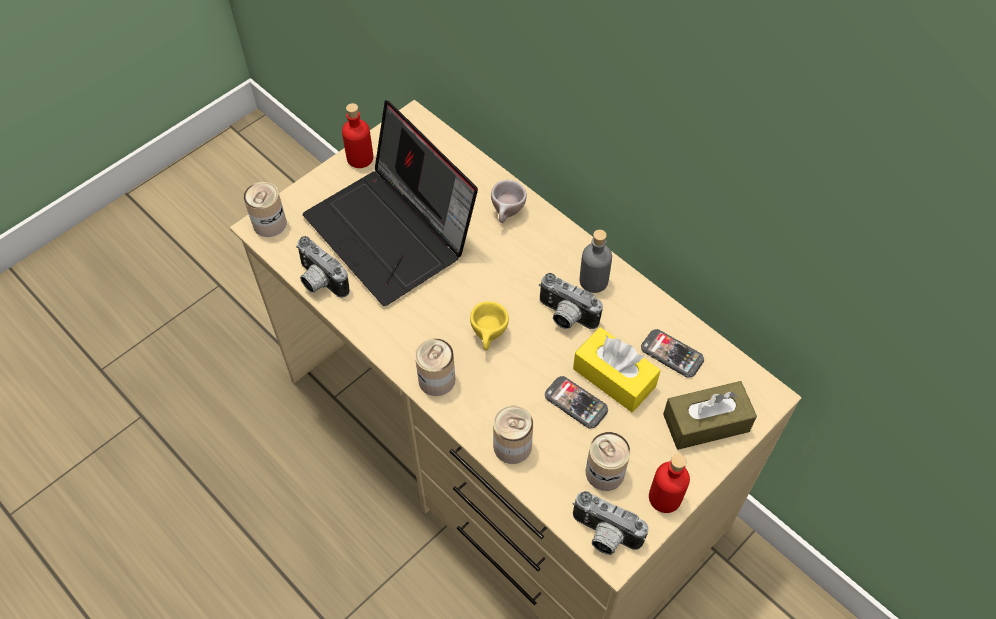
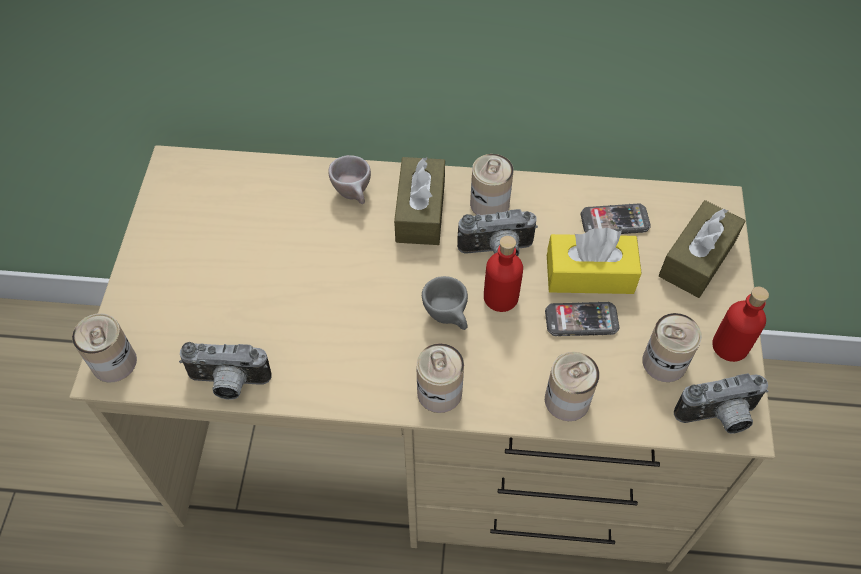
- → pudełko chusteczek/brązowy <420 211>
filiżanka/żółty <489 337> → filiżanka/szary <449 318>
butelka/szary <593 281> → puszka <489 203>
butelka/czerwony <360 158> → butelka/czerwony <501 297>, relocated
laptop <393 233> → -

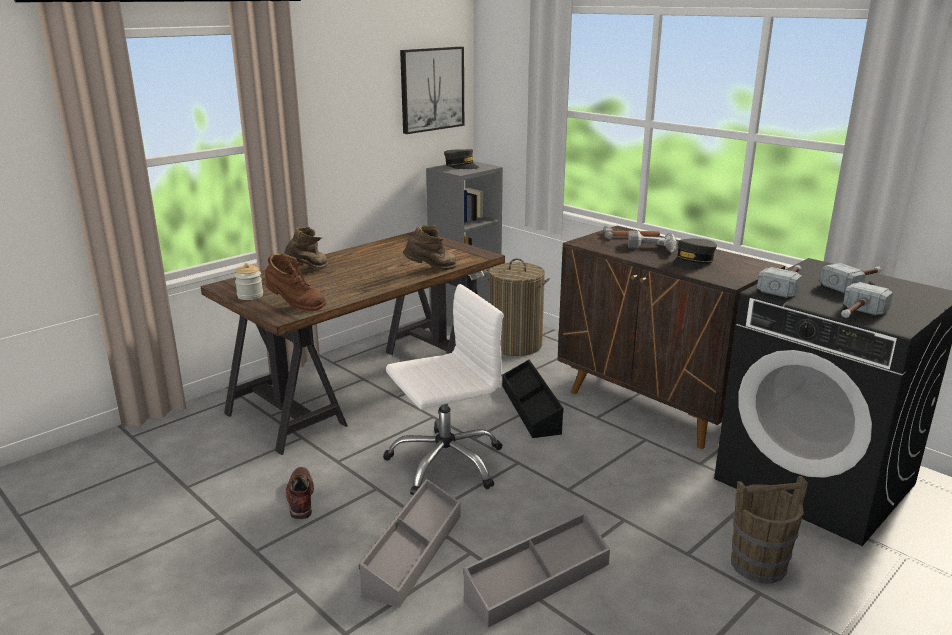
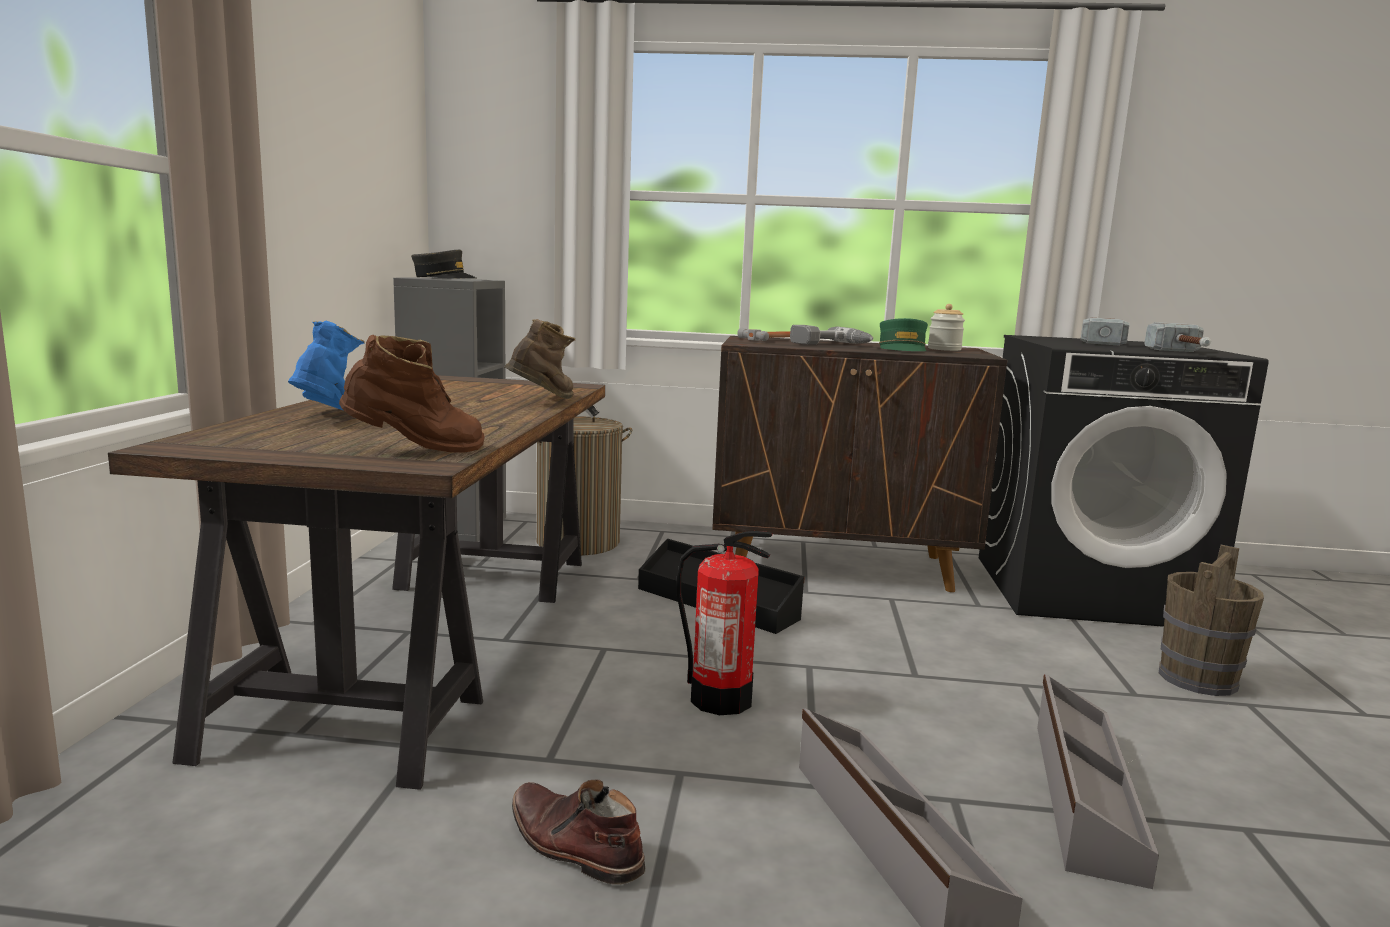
but z cholewką/brązowy <307 271> → but z cholewką/niebieski <327 417>
krzesło biurowe/biały <445 462> → gaśnica <720 699>
czapka z daszkiem/szary <693 262> → czapka z daszkiem/zielony <902 349>
słoik <250 296> → słoik <944 349>, relocated
obraz <431 89> → -
młotek <785 286> → -

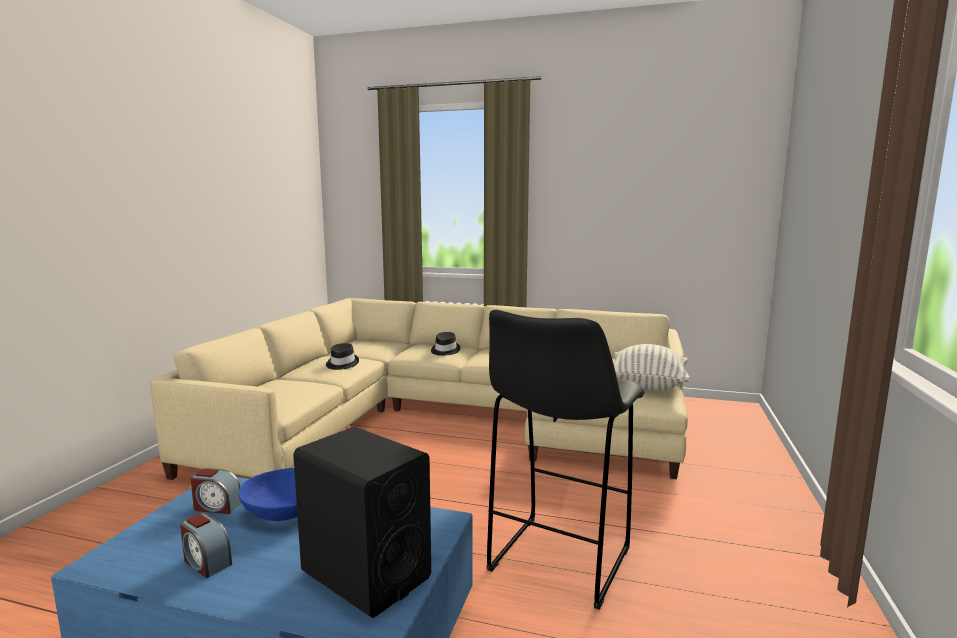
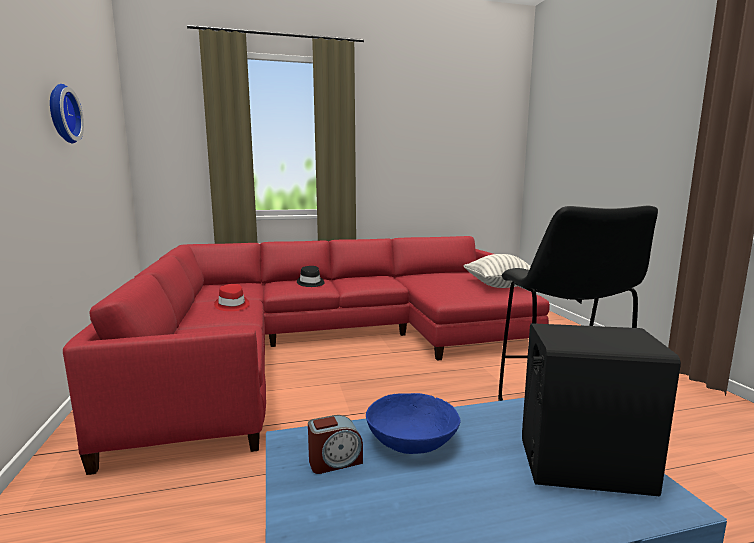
- → zegar ścienny <61 114>
kanapa/beżowy <448 418> → kanapa/czerwony <329 343>
kapelusz/czarny <341 364> → kapelusz/czerwony <232 305>
budzik <206 562> → -

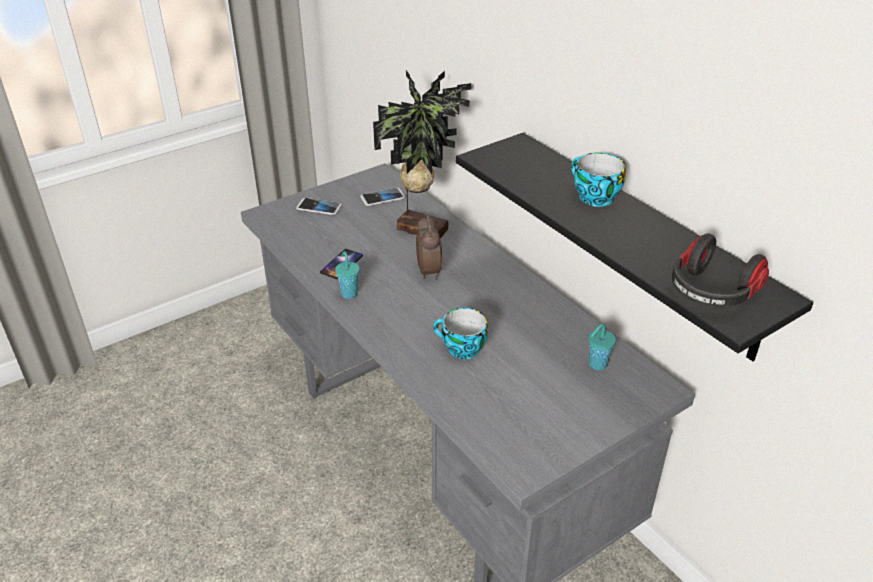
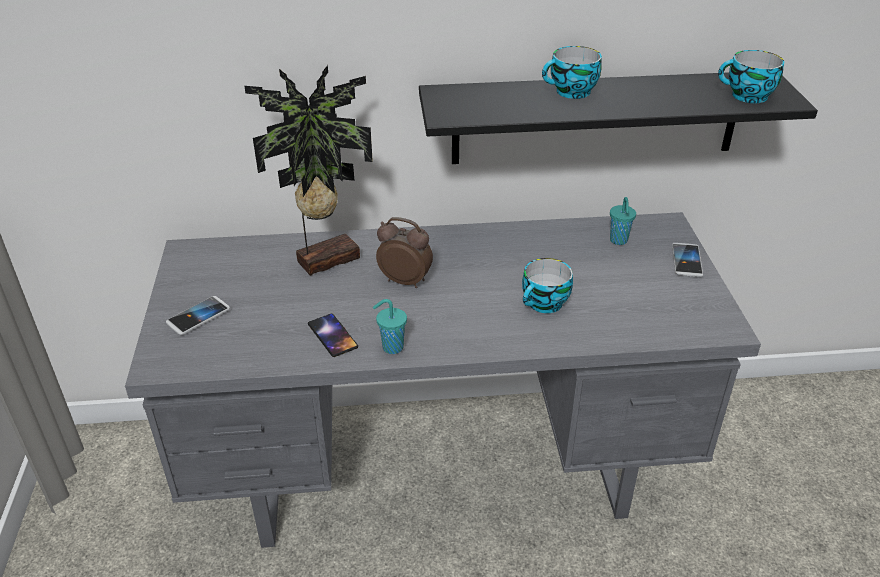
telefon <382 198> → telefon <686 261>, relocated
słuchawki <711 292> → filiżanka <747 96>

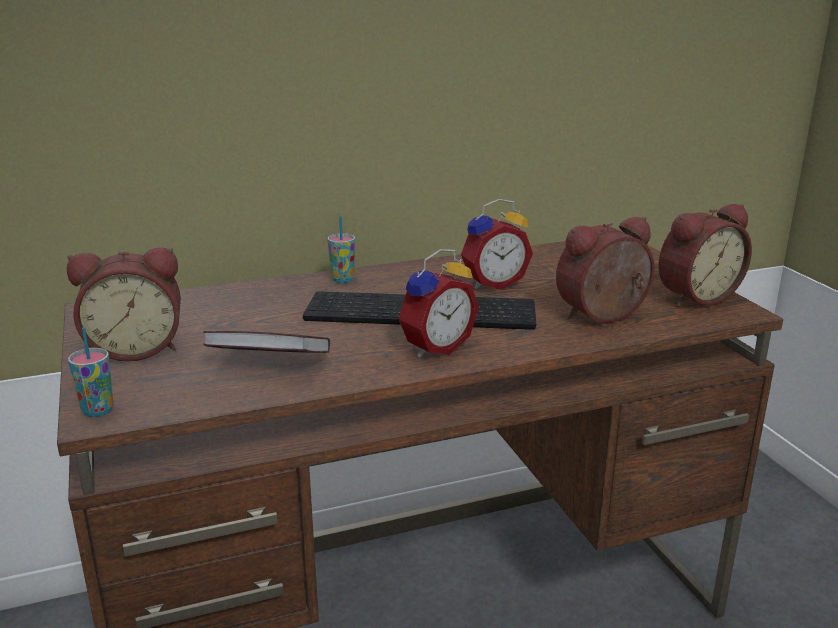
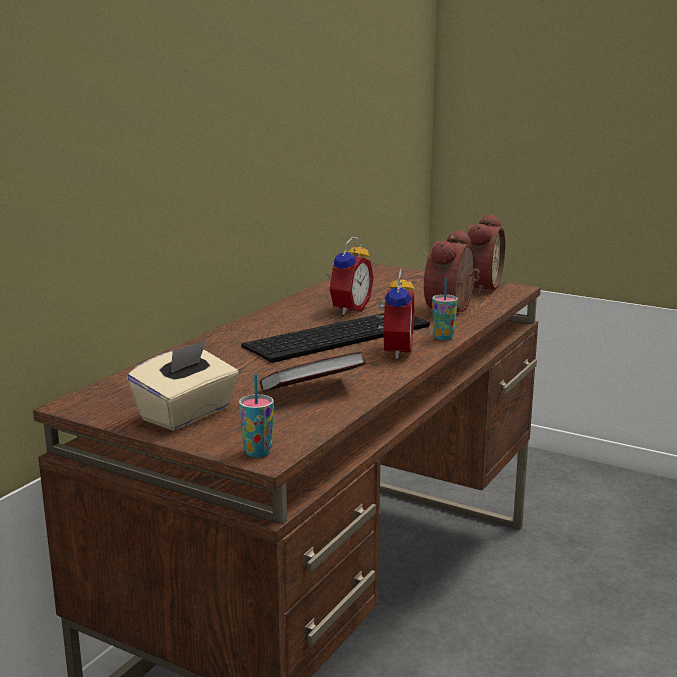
budzik <136 348> → pudełko chusteczek/beżowy <187 414>
filiżanka <342 279> → filiżanka <443 337>, relocated

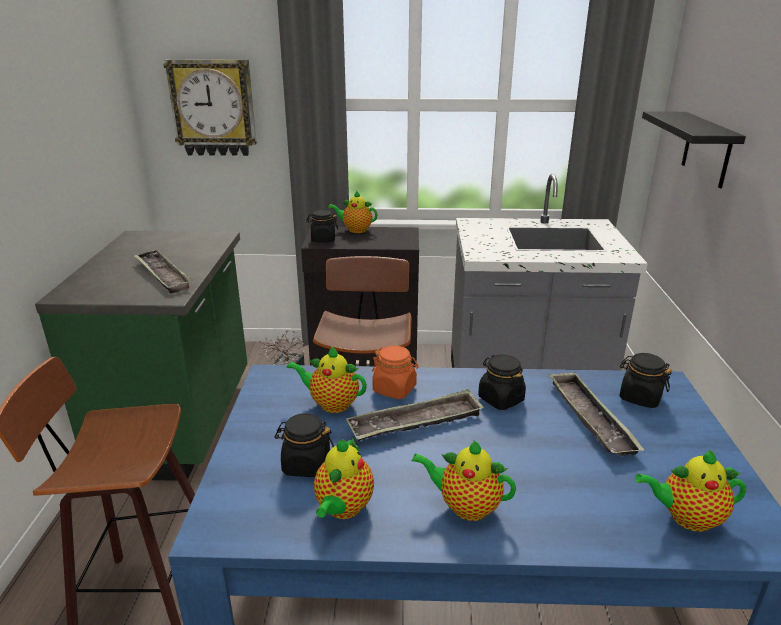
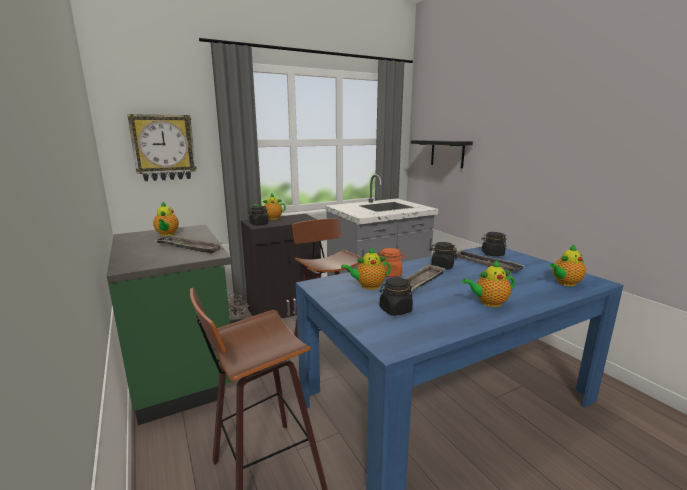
imbryk <343 509> → imbryk <167 234>, relocated

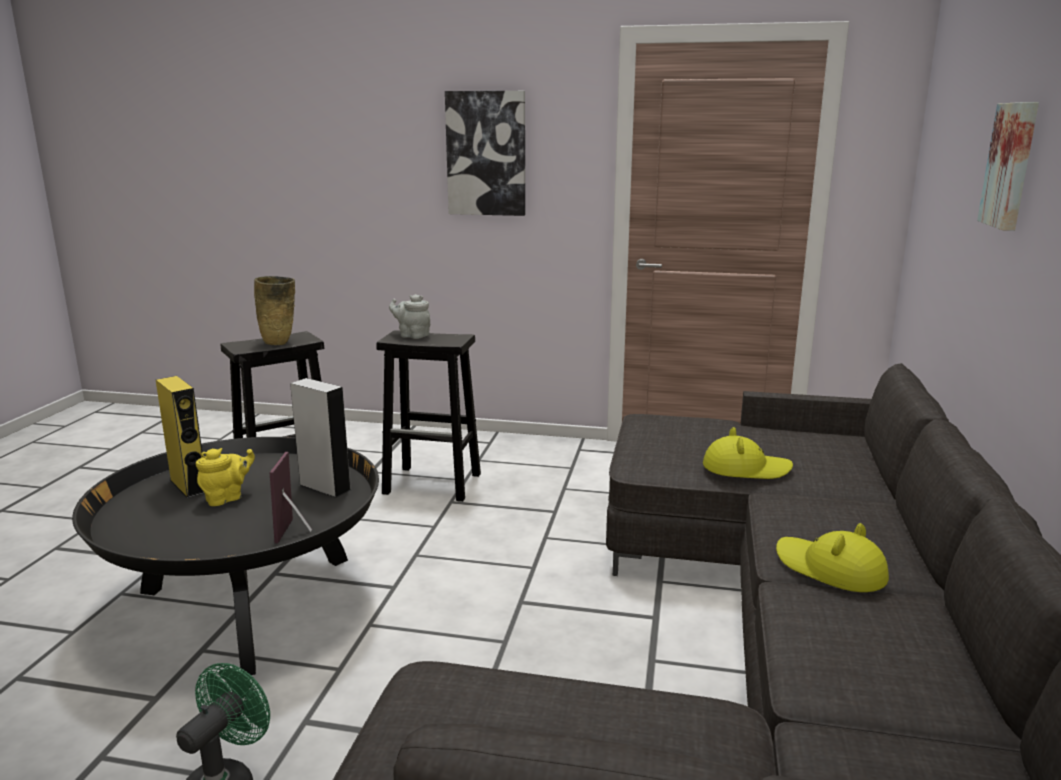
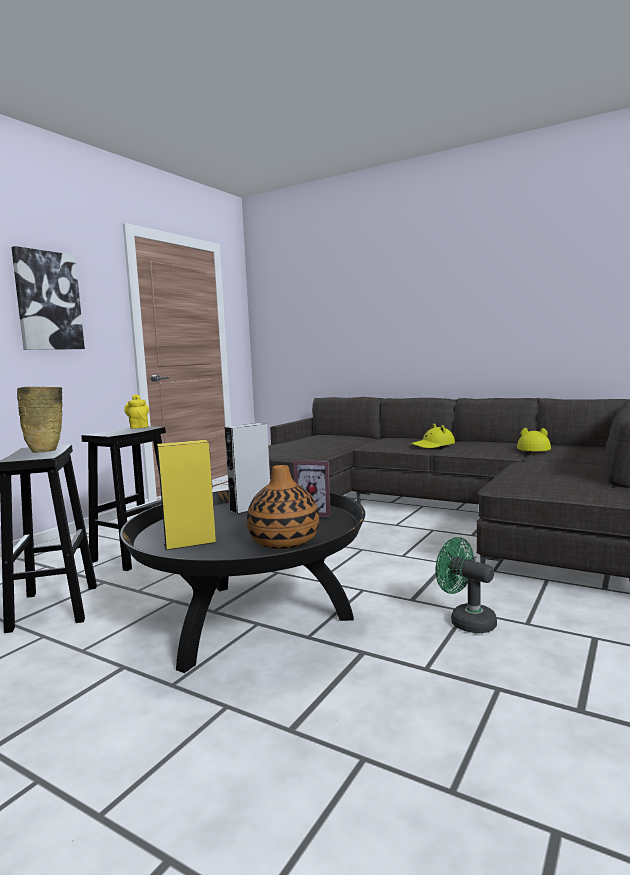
imbryk/żółty <227 498> → imbryk/żółty <138 427>, relocated
- → wazon <284 542>
kapelusz/żółty <745 468> → kapelusz/żółty <533 449>, relocated
imbryk/szary <412 335> → -
obraz <1012 165> → -

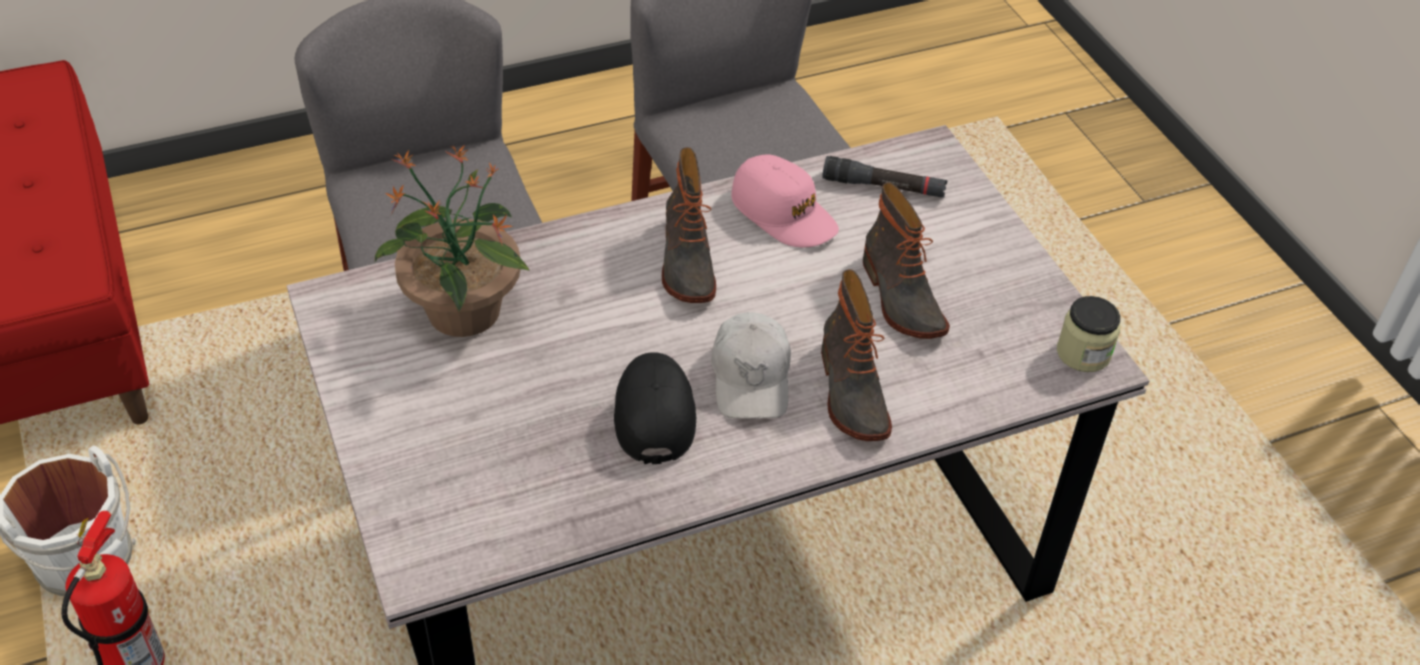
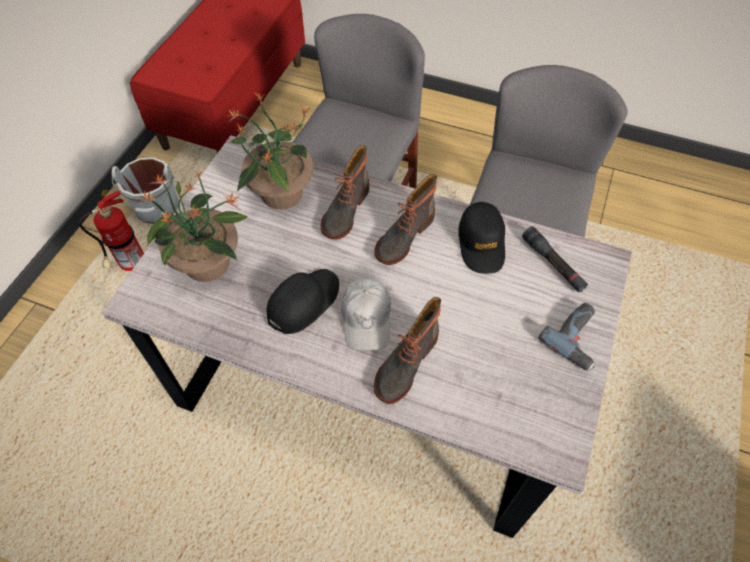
- → roślina doniczkowa <208 264>
but z cholewką <900 298> → but z cholewką <344 211>, relocated
czapka z daszkiem/biały <751 377> → czapka z daszkiem/biały <366 318>, 45 degrees counterclockwise
czapka z daszkiem/różowy <784 213> → czapka z daszkiem/czarny <481 243>
- → wiertarka <578 338>
słoik <1083 353> → -

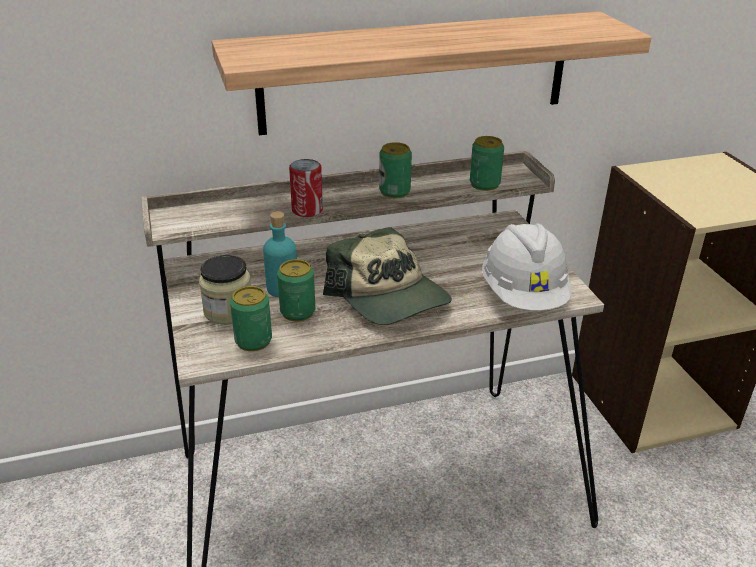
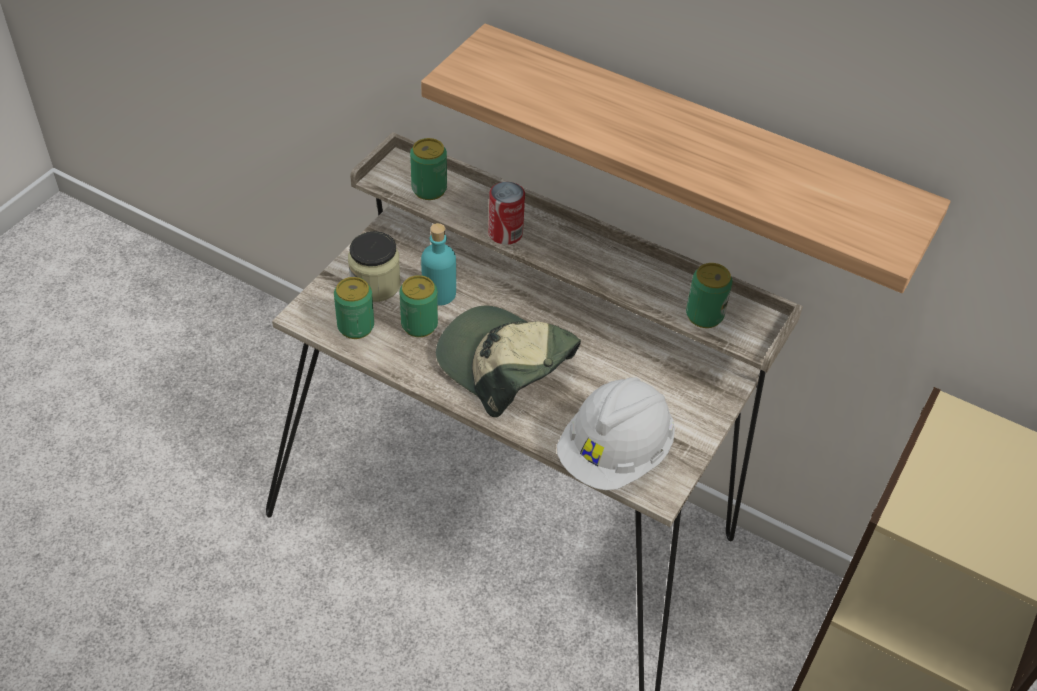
puszka <394 191> → puszka <429 189>, relocated
czapka z daszkiem <389 297> → czapka z daszkiem <505 365>, 120 degrees clockwise

